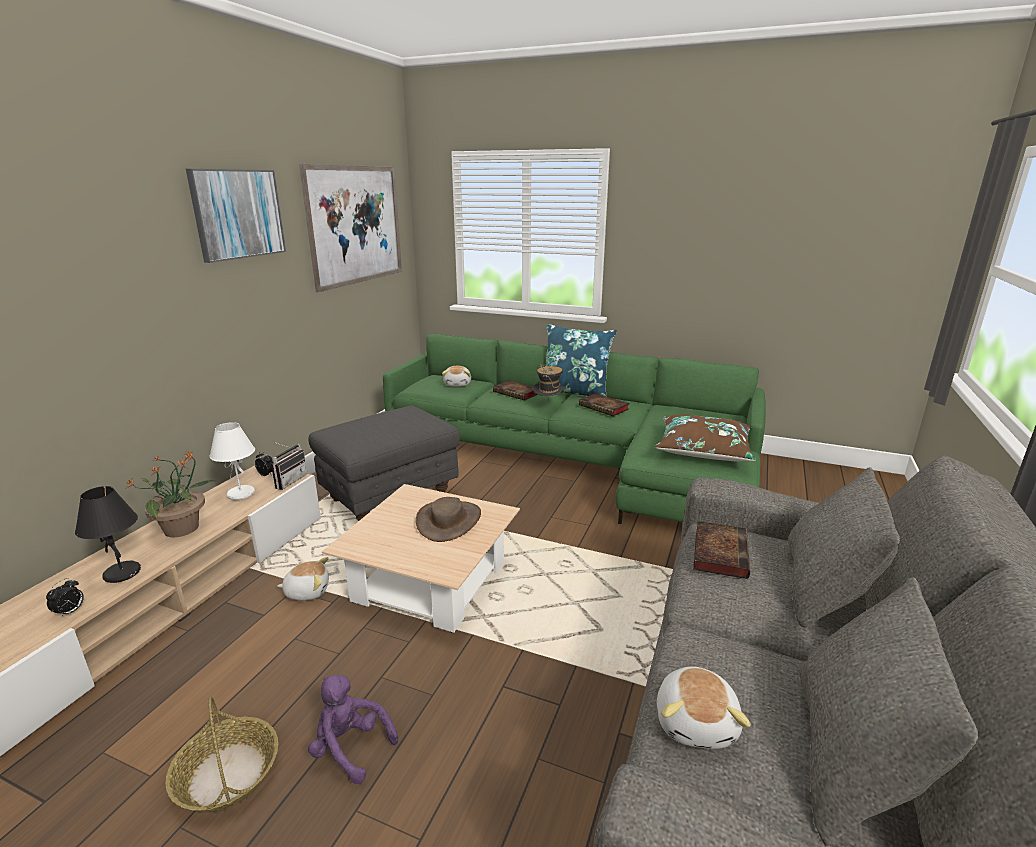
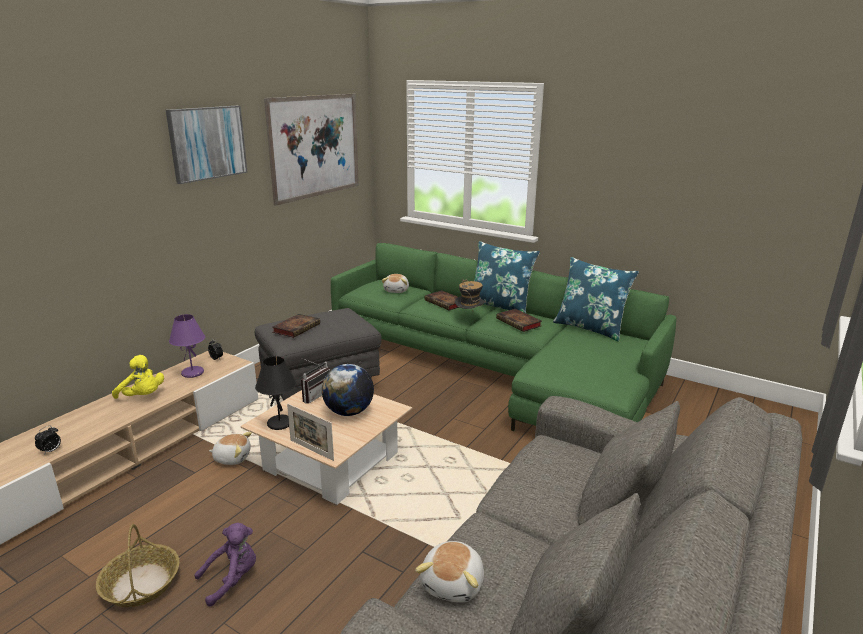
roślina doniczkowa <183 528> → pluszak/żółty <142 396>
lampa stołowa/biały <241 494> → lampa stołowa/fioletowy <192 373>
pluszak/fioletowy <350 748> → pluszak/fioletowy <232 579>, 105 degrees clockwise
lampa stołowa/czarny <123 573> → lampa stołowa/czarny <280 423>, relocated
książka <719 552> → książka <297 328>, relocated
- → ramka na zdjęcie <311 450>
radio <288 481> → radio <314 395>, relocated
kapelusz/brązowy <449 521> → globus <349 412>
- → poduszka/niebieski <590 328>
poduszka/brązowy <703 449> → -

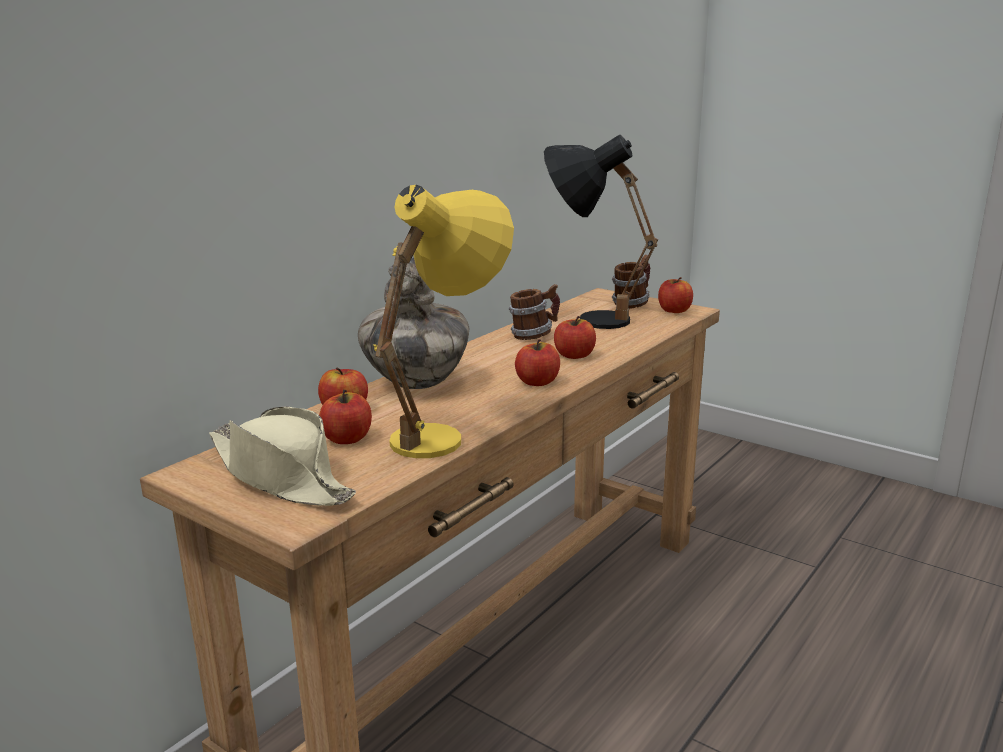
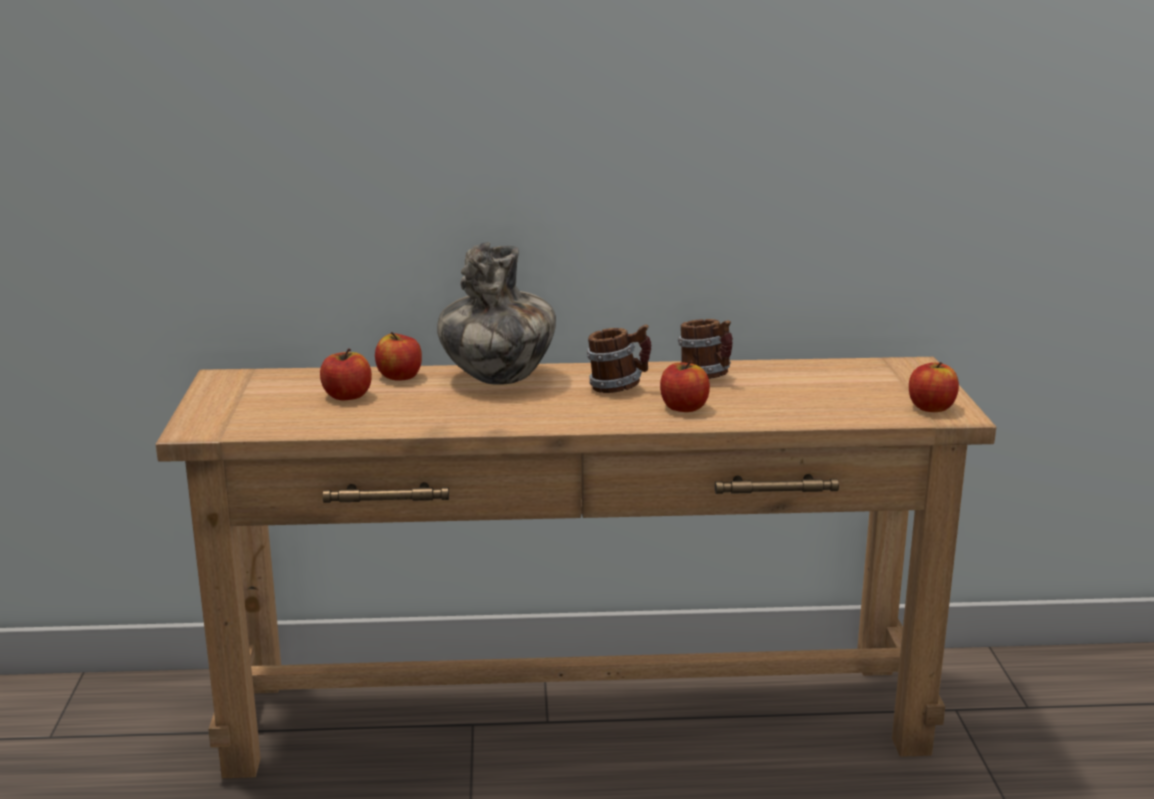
kubek <631 304> → kubek <618 388>, relocated
kapelusz/beżowy <281 476> → -
lampa stołowa/żółty <446 434> → -
jabłko <537 382> → -
lampa stołowa/czarny <586 318> → -

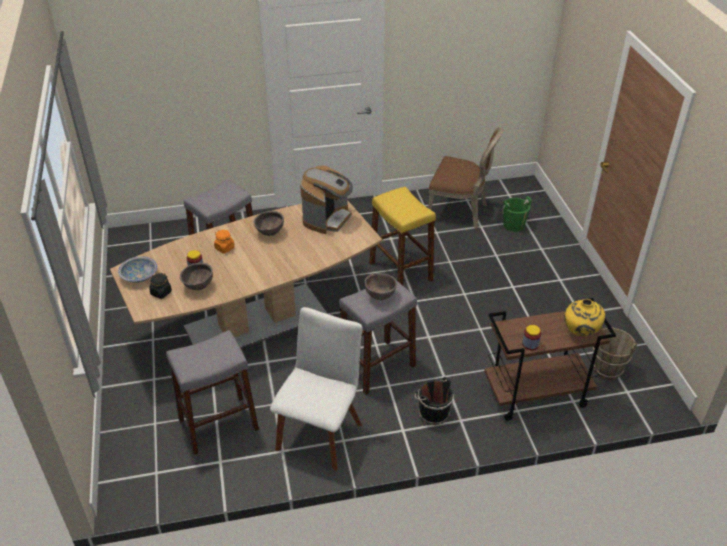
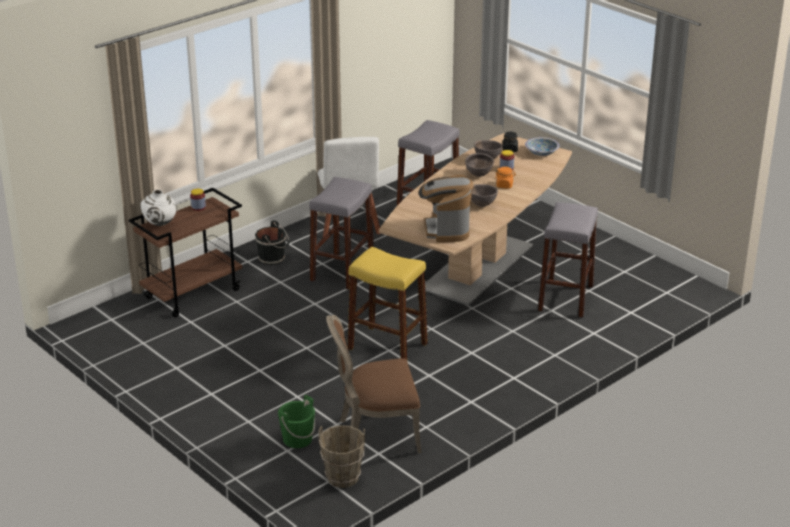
wazon/żółty <580 333> → wazon/biały <160 225>
wiadro/brązowy <607 370> → wiadro/brązowy <343 478>, relocated
miska/brązowy <380 296> → miska/brązowy <478 175>, relocated

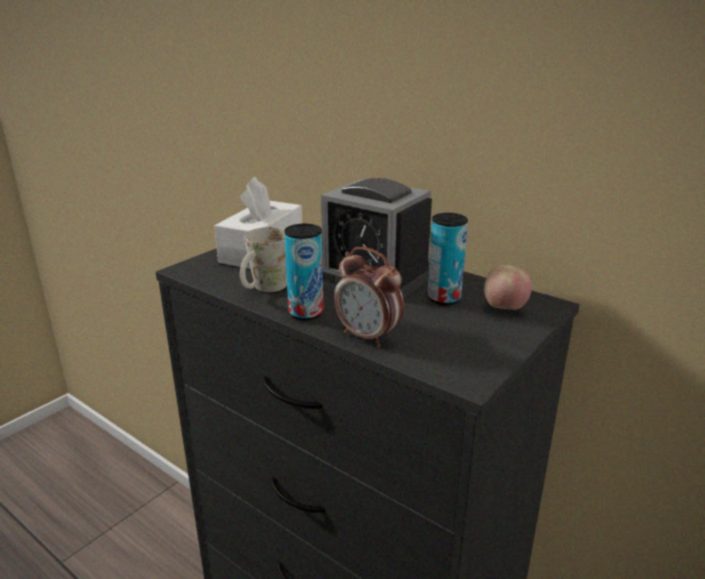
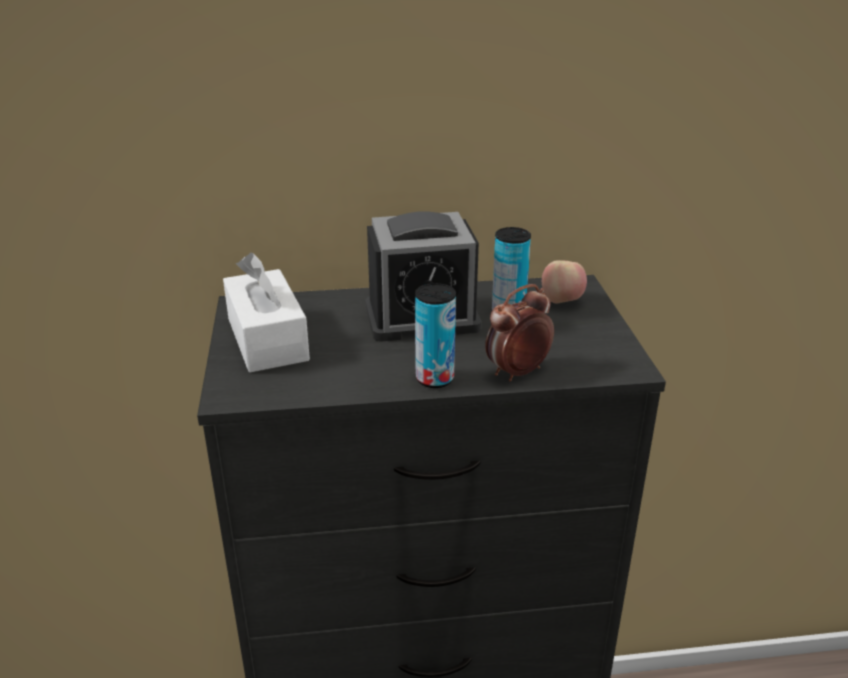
budzik <368 336> → budzik <517 372>, 150 degrees clockwise
kubek/biały <264 289> → -

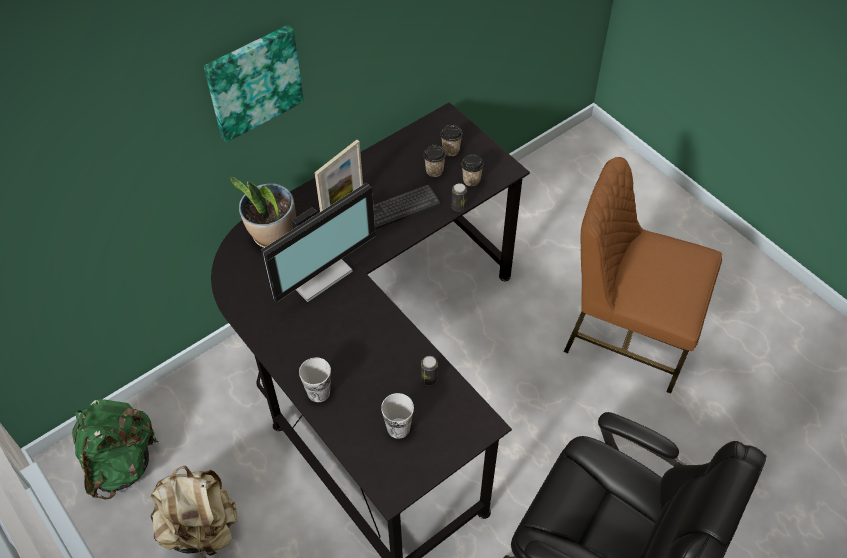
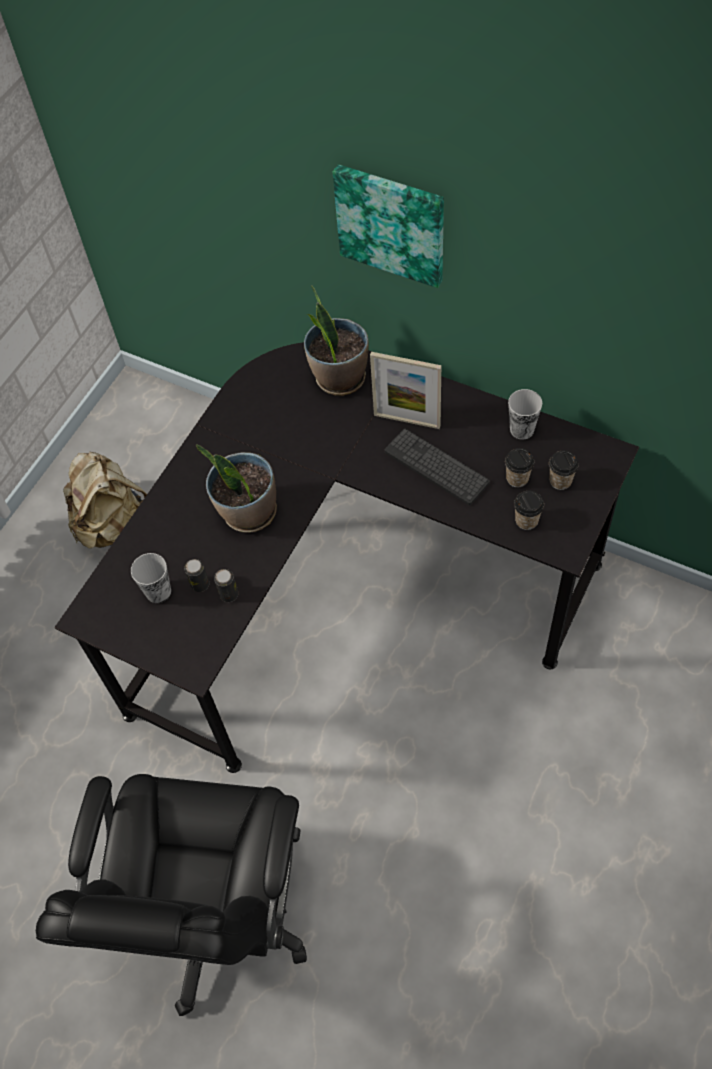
puszka <458 207> → puszka <200 584>, relocated
- → roślina doniczkowa <248 512>
filiżanka <318 392> → filiżanka <522 429>, relocated
plecak/zielony <122 463> → -
monitor <316 271> → -
krzesło/brązowy <627 332> → -

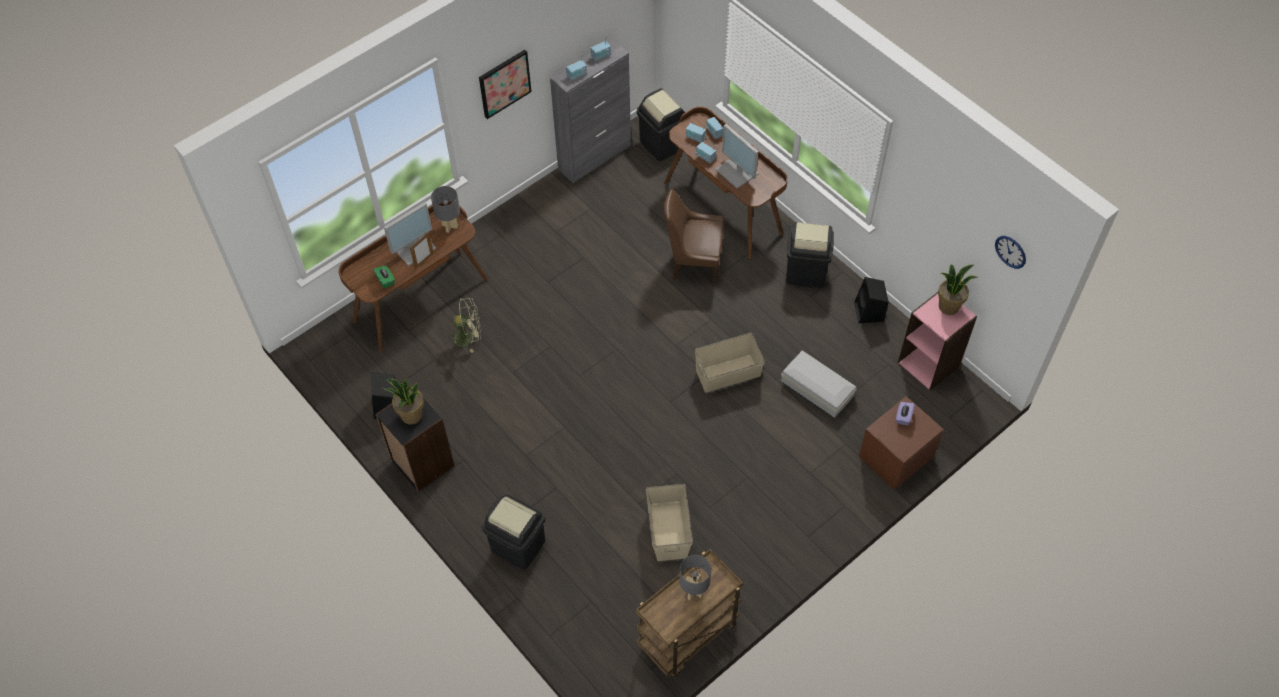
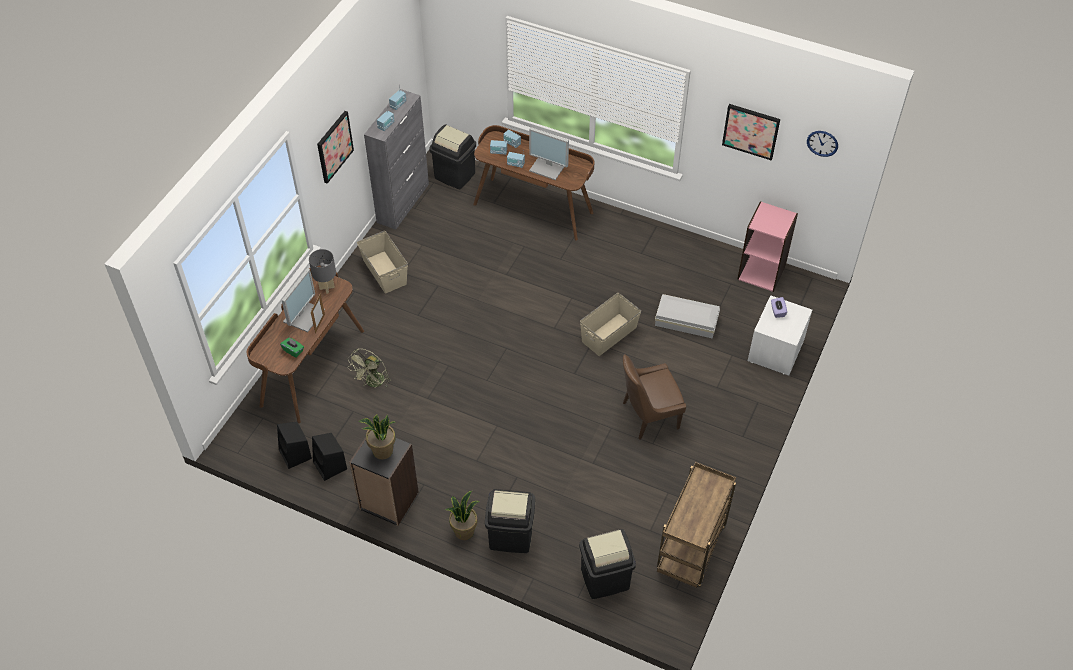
głośnik/czarny <869 312> → głośnik/czarny <296 455>, relocated
wentylator/zielony <468 337> → wentylator/zielony <373 383>, 150 degrees clockwise
pojemnik do przechowywania/beżowy <669 530> → pojemnik do przechowywania/beżowy <385 271>, relocated
roślina doniczkowa <948 306> → roślina doniczkowa <464 531>, relocated
kosz na śmieci/czarny <806 272> → kosz na śmieci/czarny <605 578>, relocated
krzesło/brązowy <693 262> → krzesło/brązowy <648 416>, relocated
- → obraz <751 131>
szafka nocna/brązowy <896 458> → szafka nocna/biały <776 351>
lampa stołowa/szary <694 592> → -

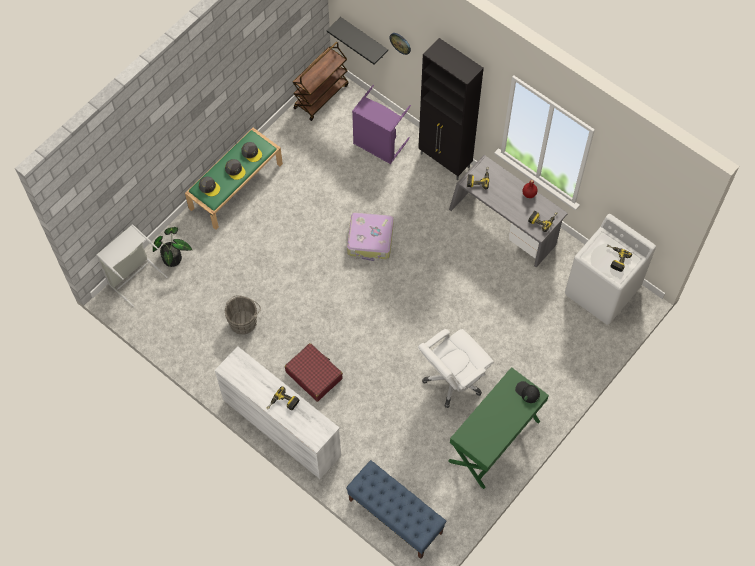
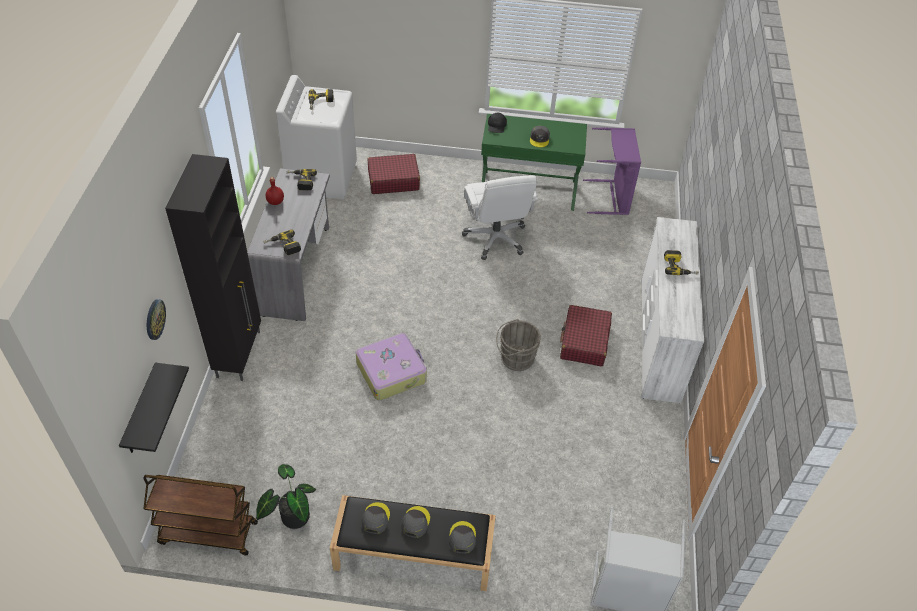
roślina doniczkowa <174 257> → roślina doniczkowa <291 516>, relocated
ławka/zielony <236 185> → ławka/czarny <413 554>
- → walizka/czerwony <393 180>
krzesło biurowe/biały <453 380> → krzesło biurowe/biały <496 238>, 60 degrees clockwise
wiadro/szary <244 321> → wiadro/szary <515 358>, relocated
- → czapka z daszkiem/szary <539 139>
kosz na pranie/fioletowy <378 145> → kosz na pranie/fioletowy <612 198>, relocated
ławka/niebieski <395 516> → -

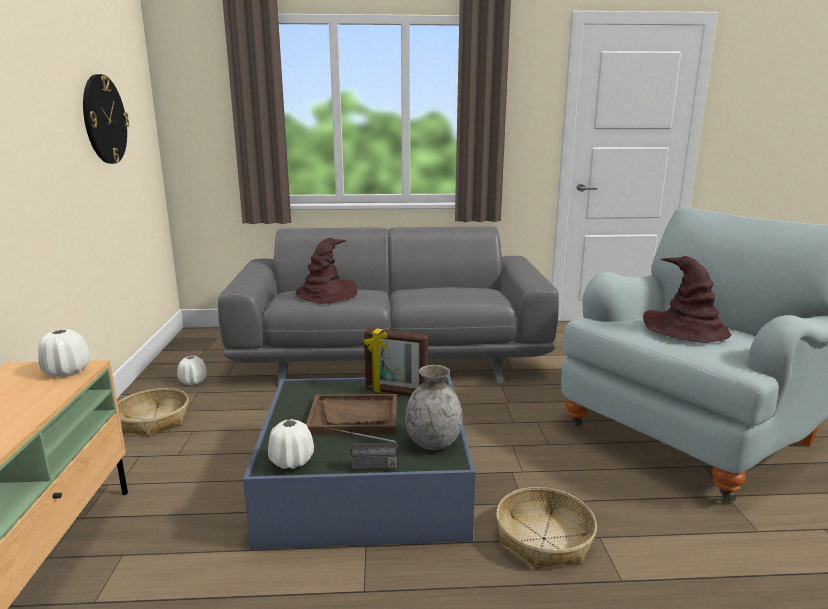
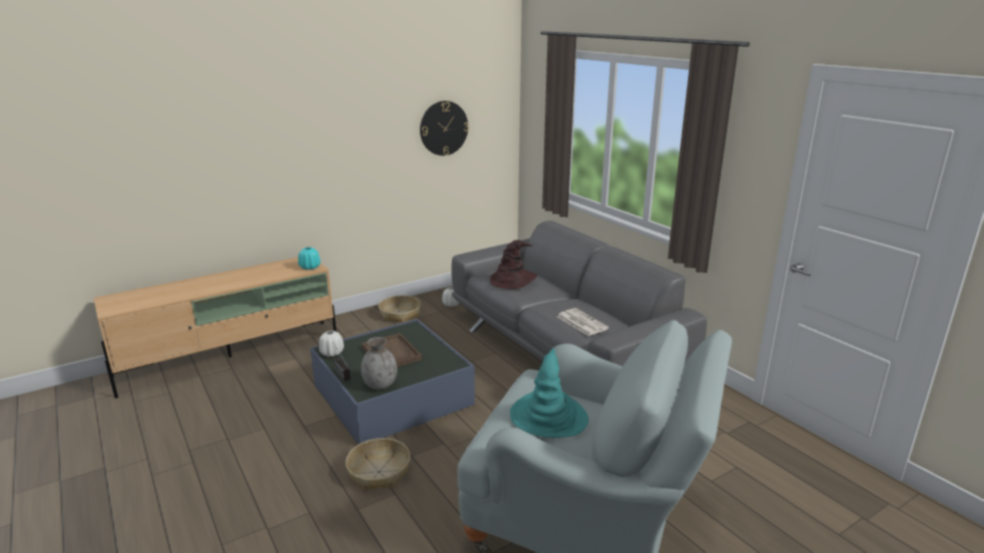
wazon/biały <66 371> → wazon/turkusowy <310 267>
kapelusz/brązowy <686 329> → kapelusz/turkusowy <548 416>
- → gazeta <581 322>
ramka na zdjęcie <396 392> → -

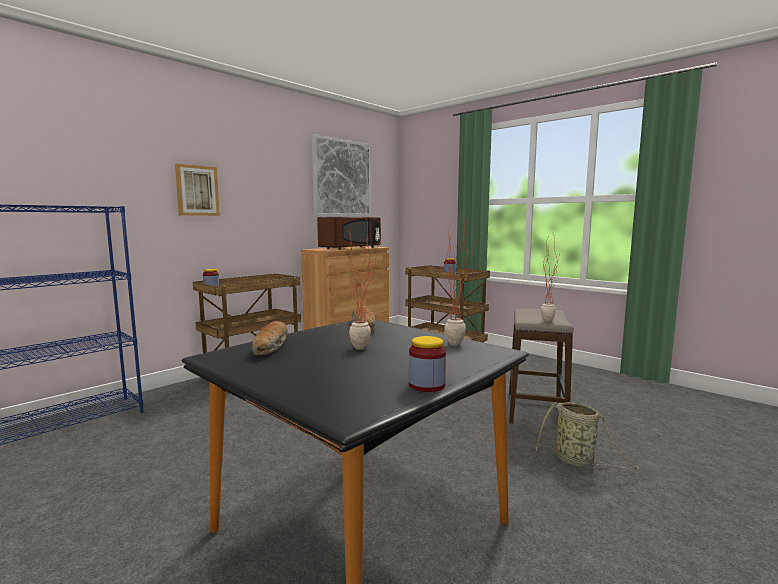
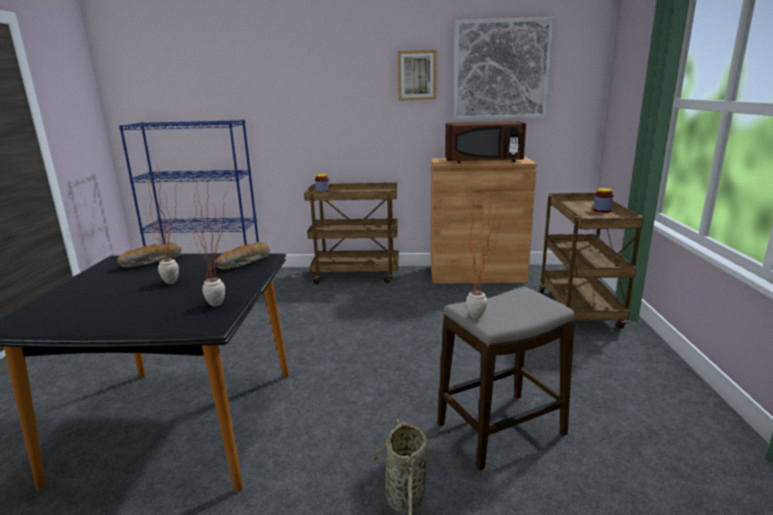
obraz <197 190> → obraz <417 75>, relocated
słoik <426 385> → -

